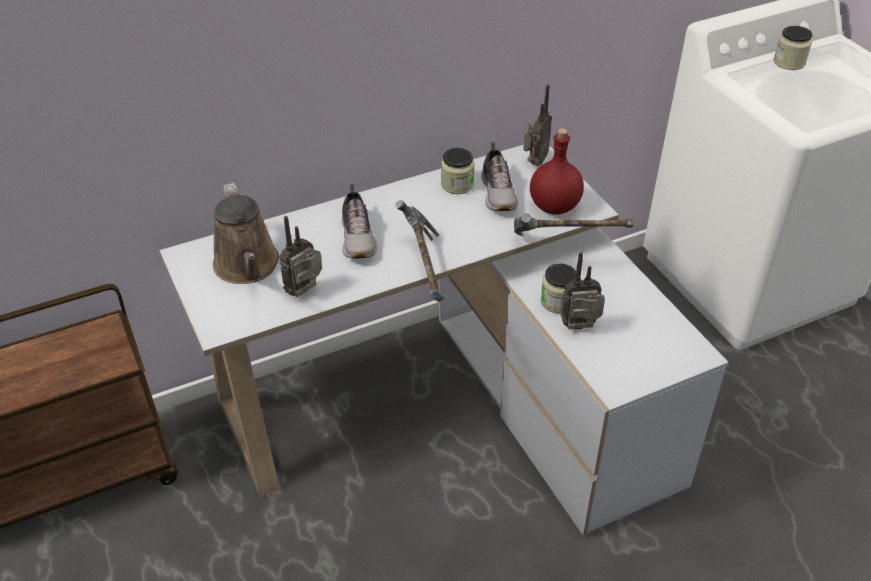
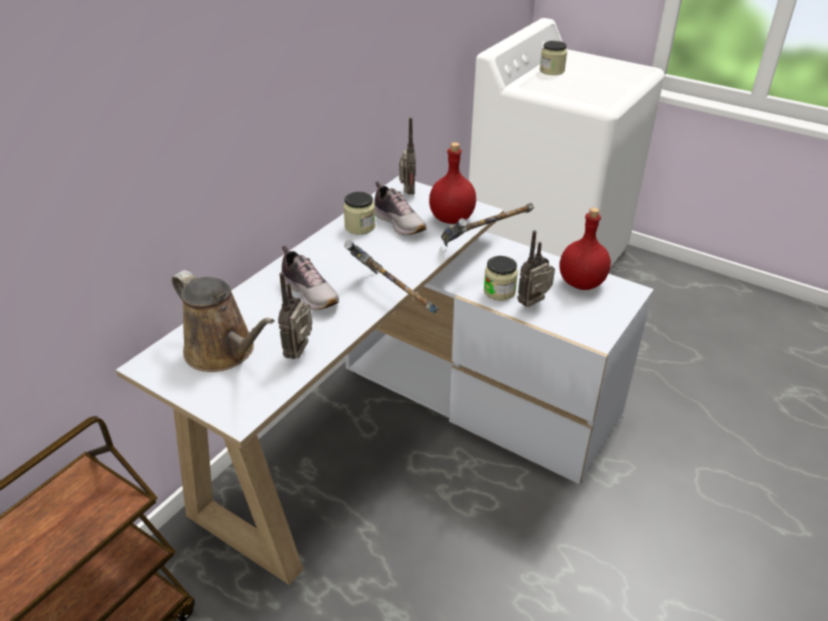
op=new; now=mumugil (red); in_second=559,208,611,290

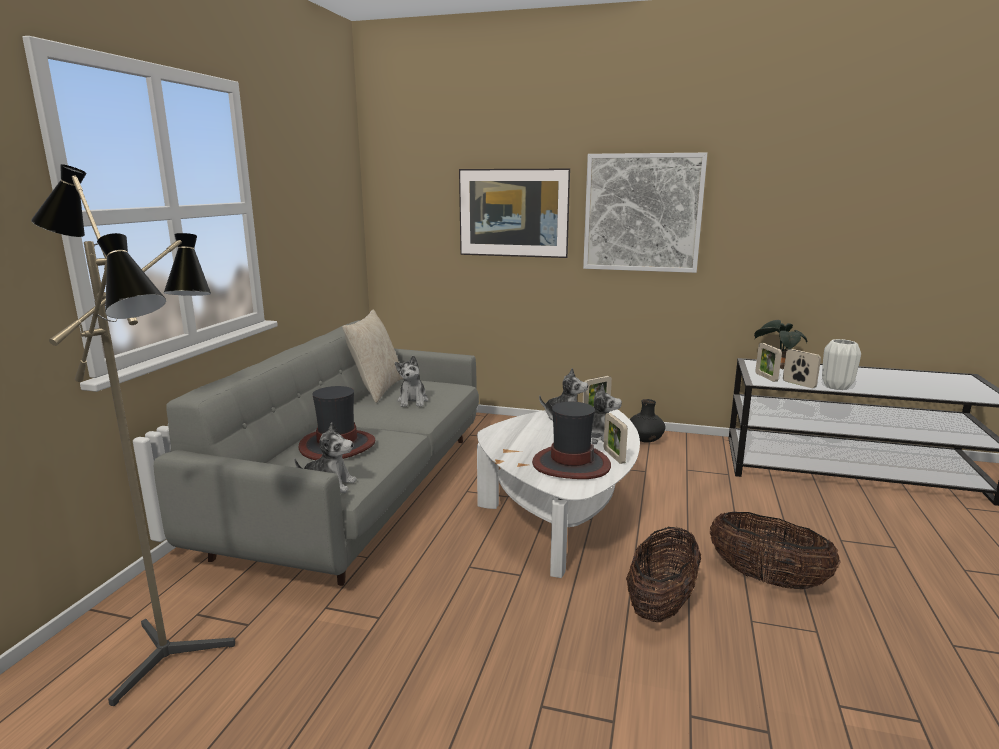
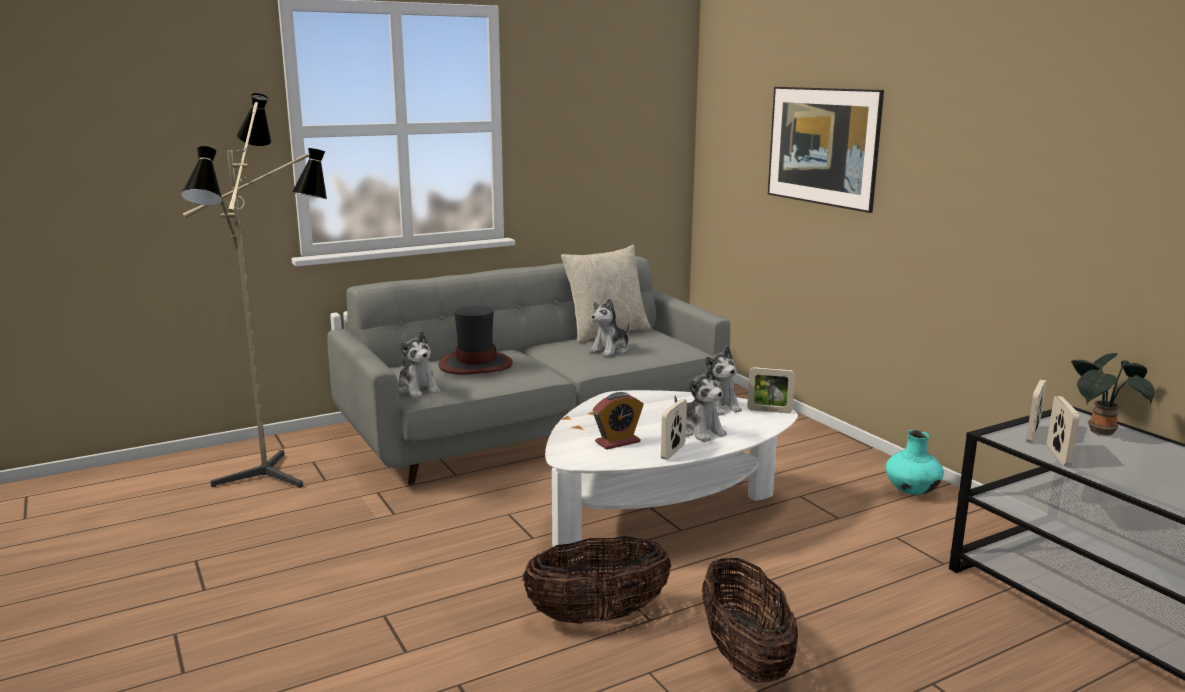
op=swapped; was=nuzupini; now=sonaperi; in_first=532,402,611,479; in_second=593,392,643,450
op=gone; was=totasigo; in_first=583,153,707,273
op=repainted; was=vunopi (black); now=vunopi (turquoise); in_first=630,399,666,443; in_second=886,430,944,495
op=gone; was=vunopi (white); in_first=822,339,861,390

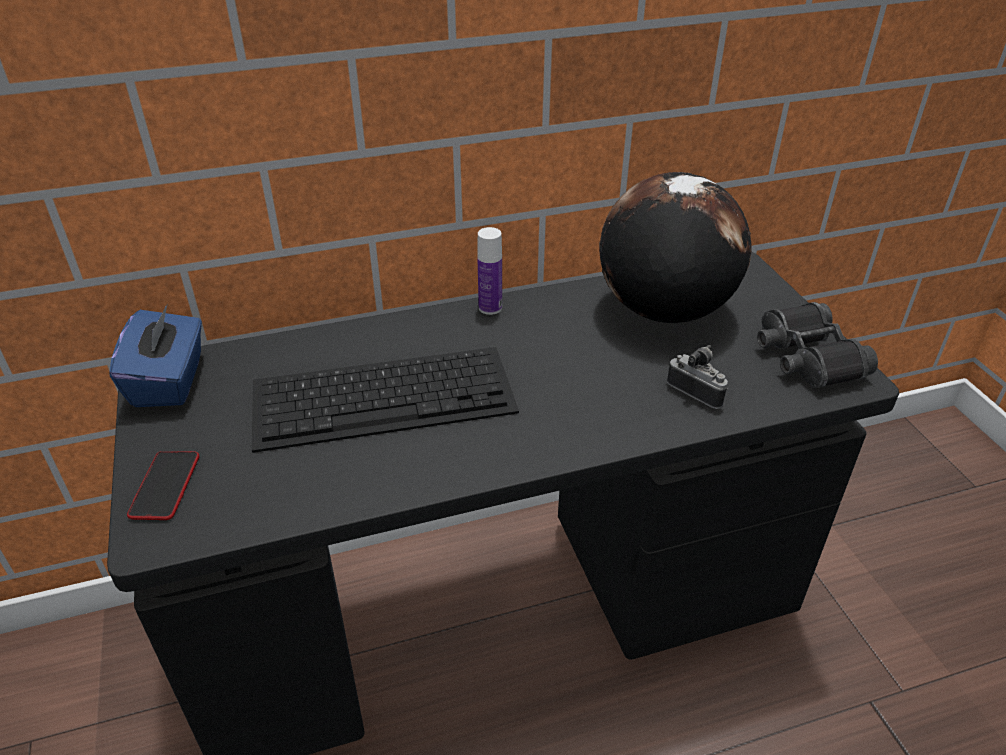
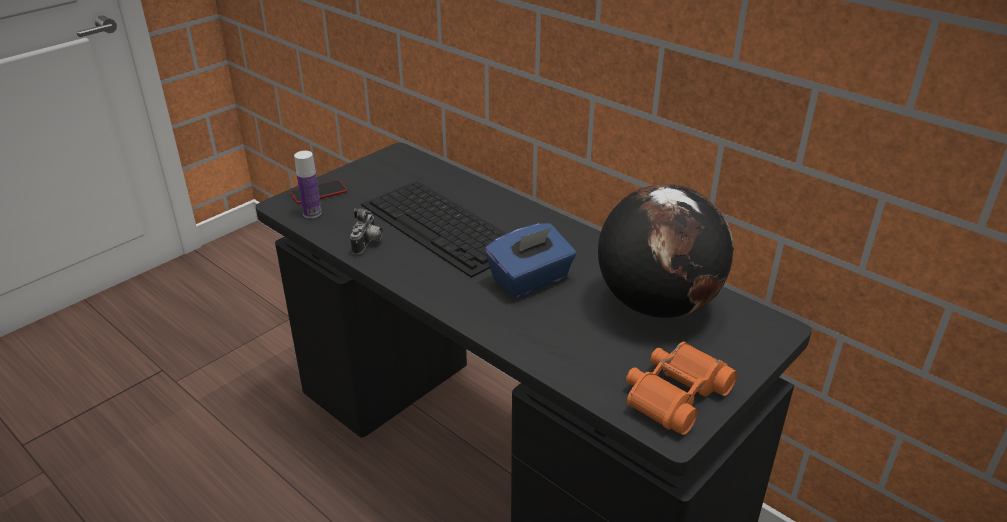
op=shifted; was=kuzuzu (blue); in_first=110,305,202,407; in_second=485,223,576,297
op=shifted; was=mumugil; in_first=477,227,502,315; in_second=294,151,322,218
op=shifted; was=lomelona; in_first=667,345,729,409; in_second=350,208,383,255
op=repainted; was=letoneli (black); now=letoneli (orange); in_first=757,302,878,388; in_second=626,342,737,435

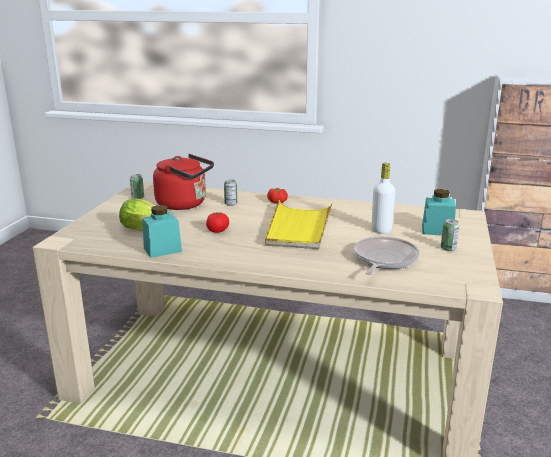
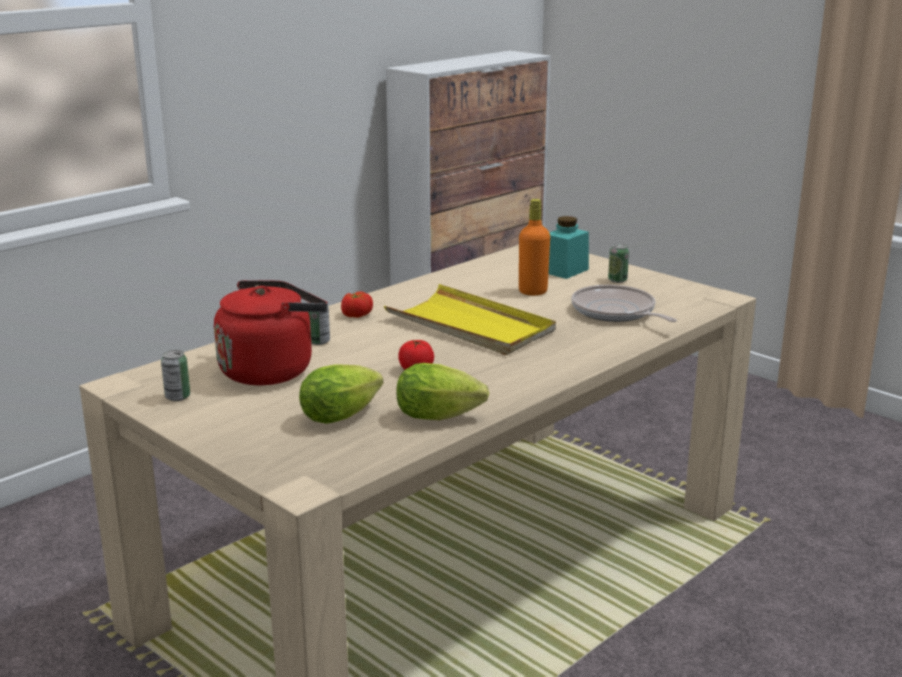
op=swapped; was=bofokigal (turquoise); now=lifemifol; in_first=142,205,182,258; in_second=396,363,489,420
op=repainted; was=mumugil (white); now=mumugil (orange); in_first=371,163,395,234; in_second=519,199,550,295

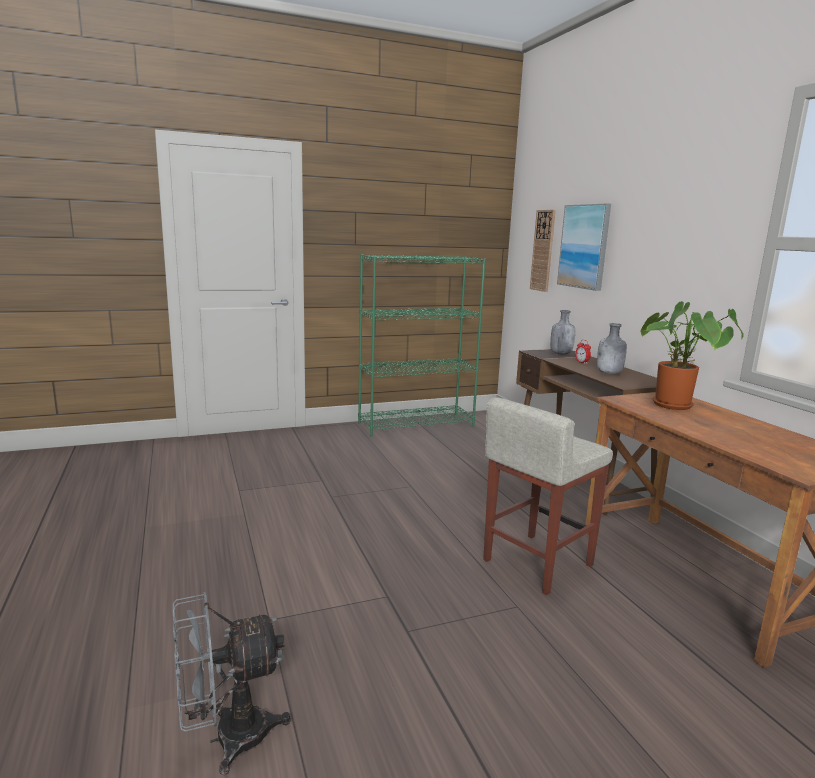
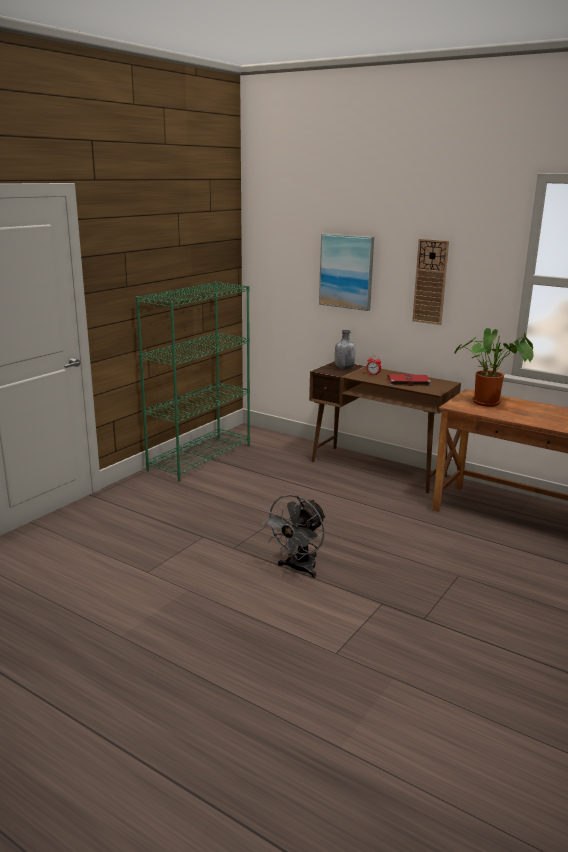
op=shifted; was=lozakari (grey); in_first=172,592,291,775; in_second=262,495,326,578
op=gone; was=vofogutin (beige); in_first=483,398,613,595
op=shifted; was=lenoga; in_first=530,210,556,292; in_second=412,239,449,325
op=swapped; was=mumugil (grey); now=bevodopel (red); in_first=597,323,627,374; in_second=387,374,431,386

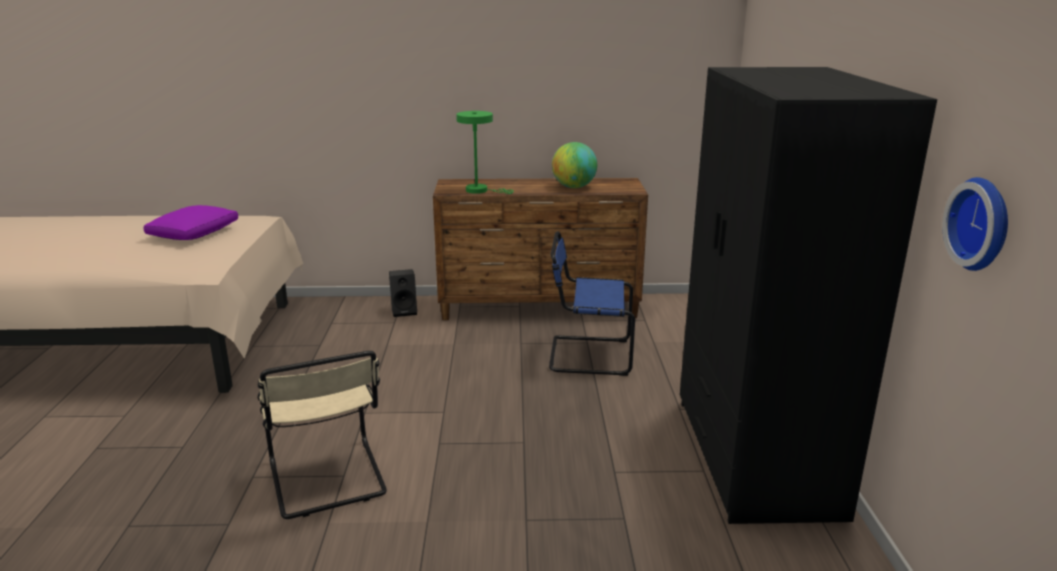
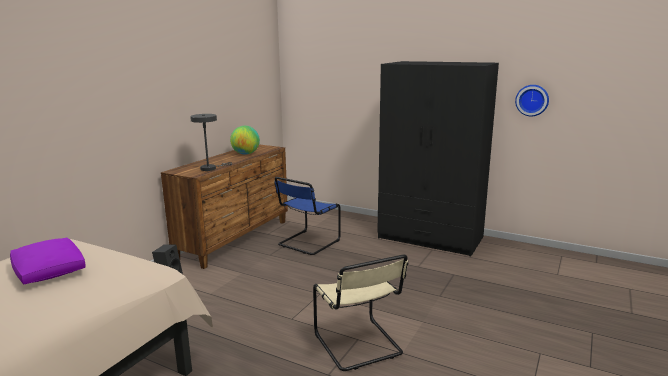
op=rotated; was=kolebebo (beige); in_first=257,351,387,519; in_second=313,255,408,371; clockwise=60
op=repainted; was=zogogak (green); now=zogogak (grey); in_first=456,111,514,194; in_second=190,114,232,171

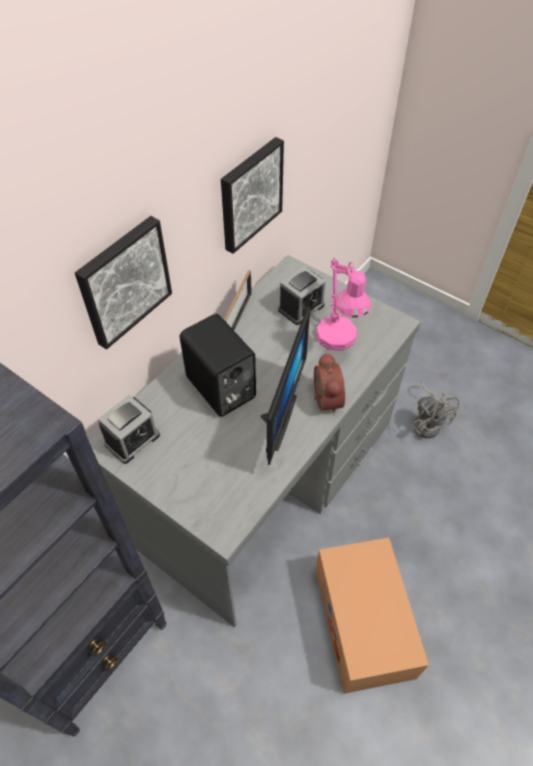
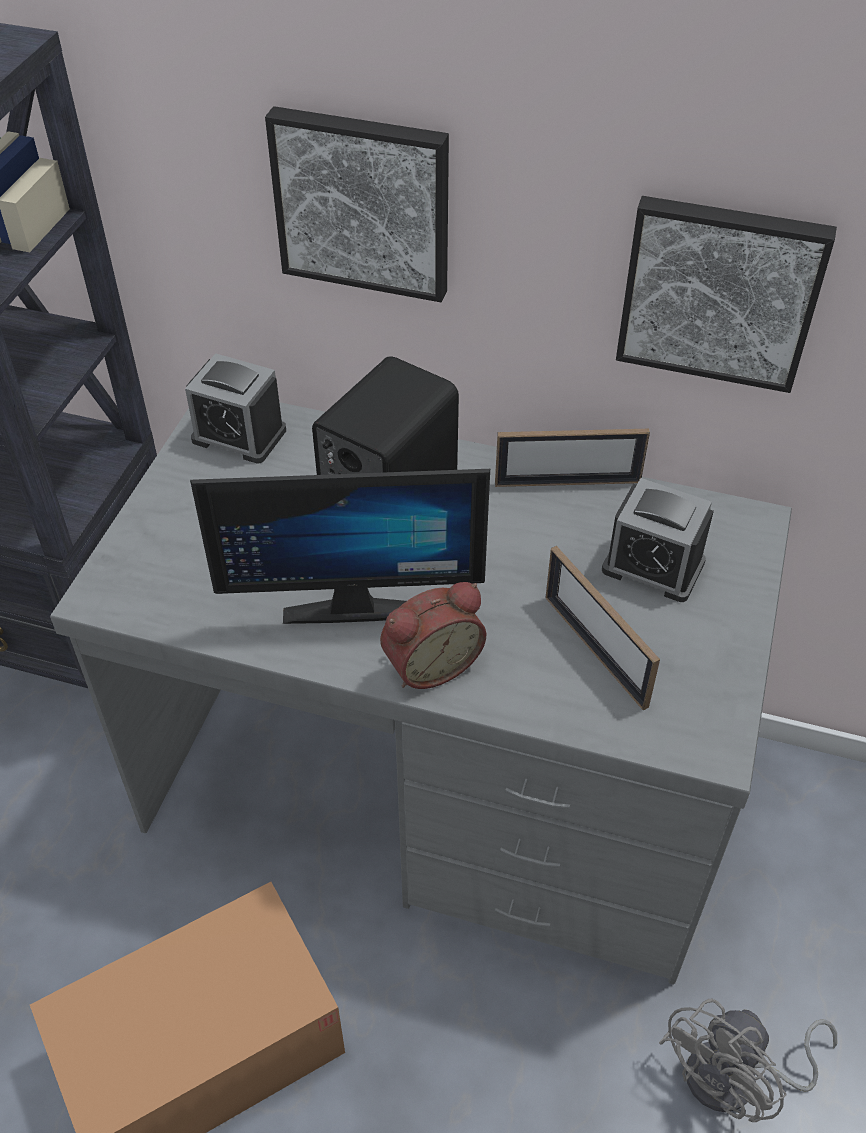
op=swapped; was=zogogak (pink); now=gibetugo; in_first=316,258,371,350; in_second=546,546,660,711

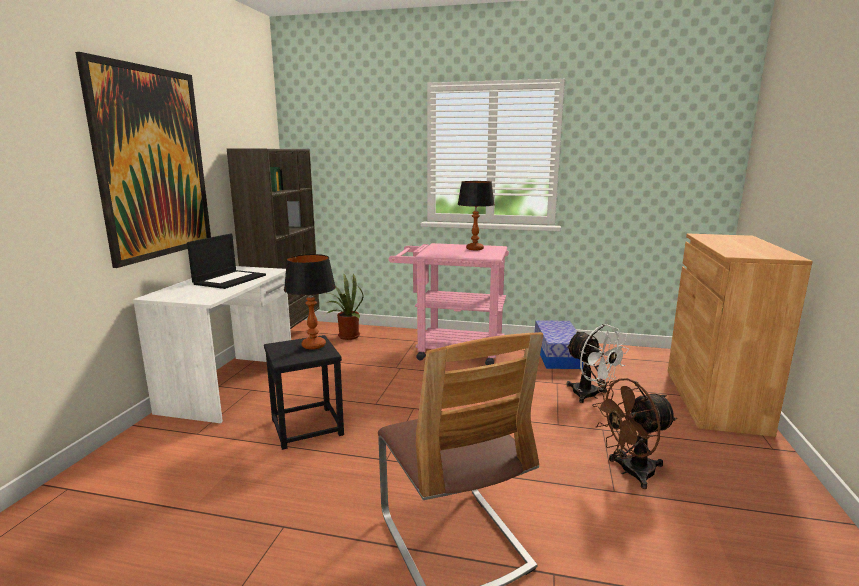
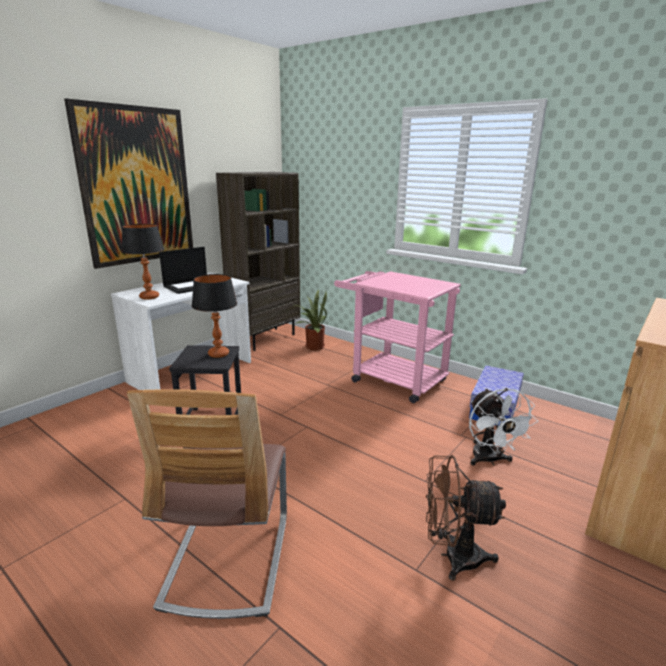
op=shifted; was=zogogak; in_first=457,181,495,250; in_second=121,224,164,300

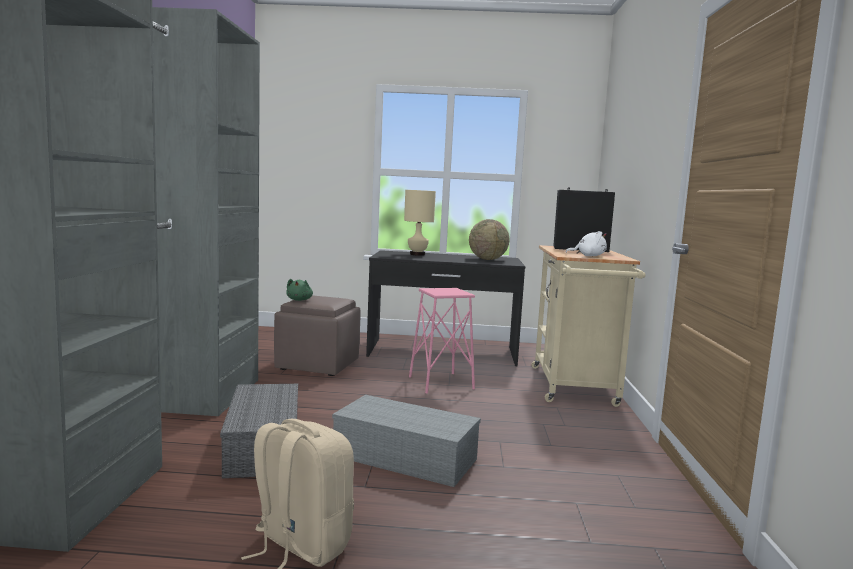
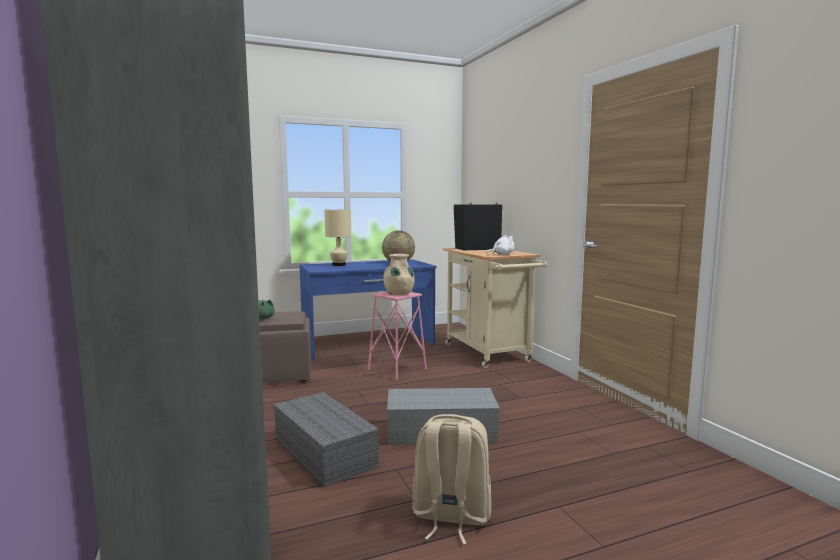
op=repainted; was=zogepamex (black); now=zogepamex (blue); in_first=366,250,525,366; in_second=300,259,436,360
op=new; now=vunopi (beige); in_second=383,254,415,295

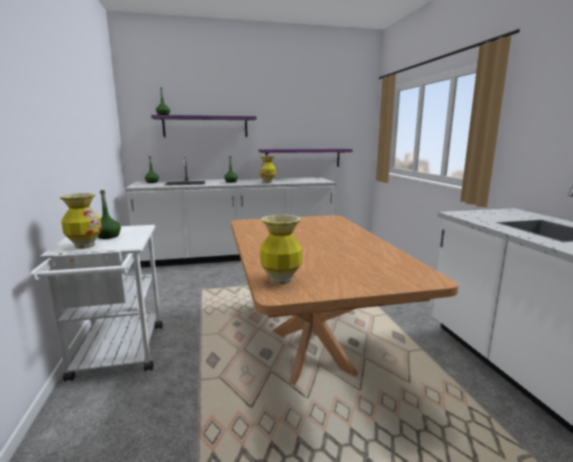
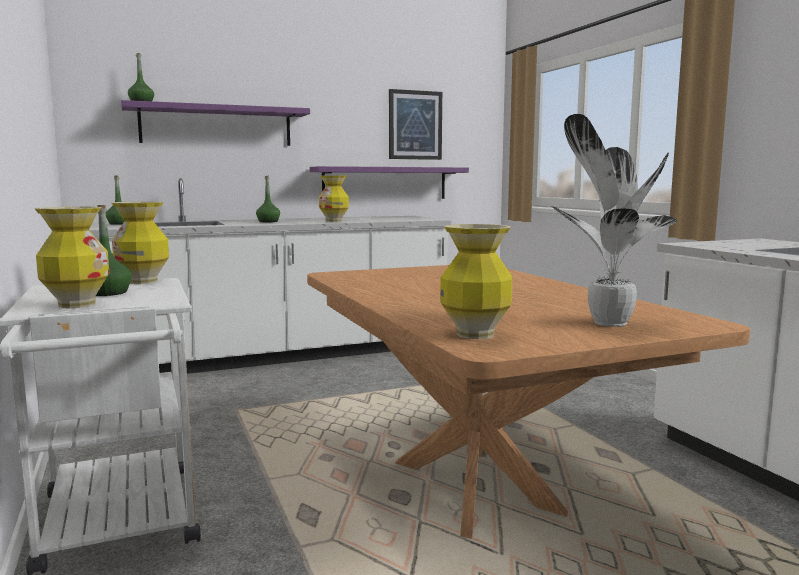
op=new; now=vunopi; in_second=112,202,169,284
op=new; now=totasigo; in_second=389,89,442,160
op=new; now=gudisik; in_second=551,114,677,327

